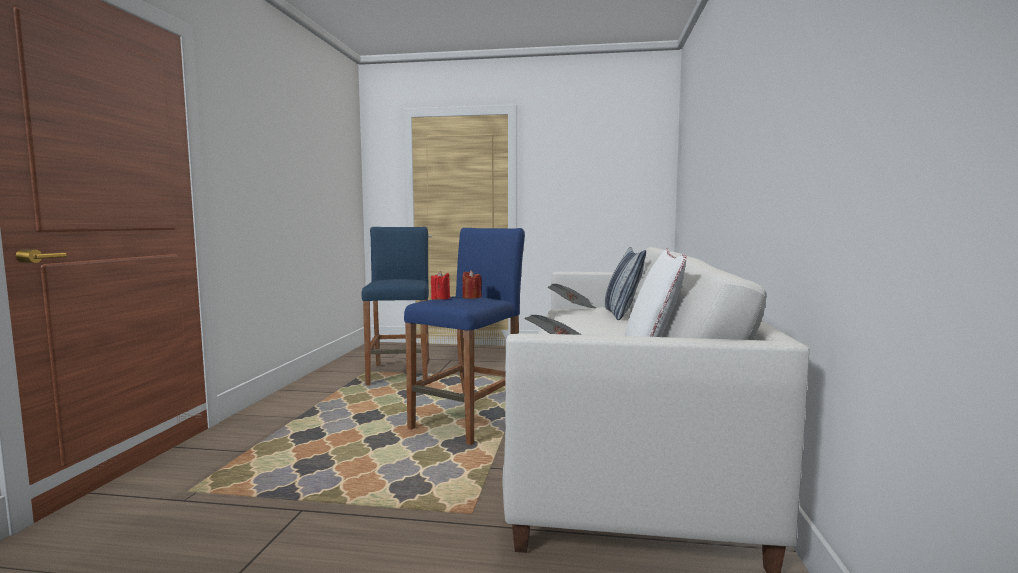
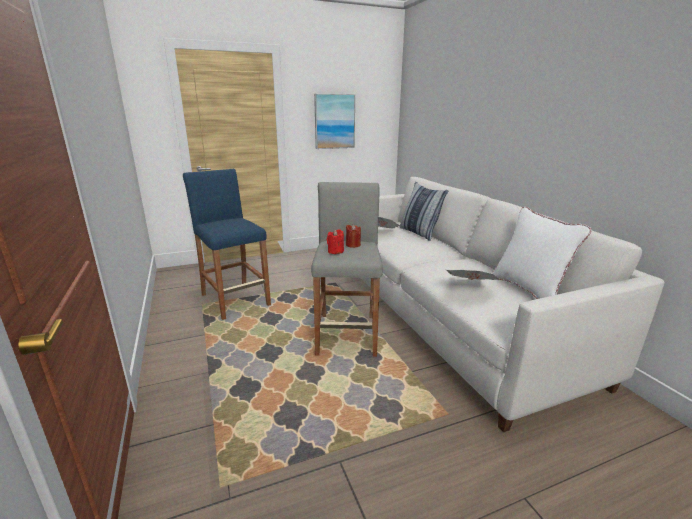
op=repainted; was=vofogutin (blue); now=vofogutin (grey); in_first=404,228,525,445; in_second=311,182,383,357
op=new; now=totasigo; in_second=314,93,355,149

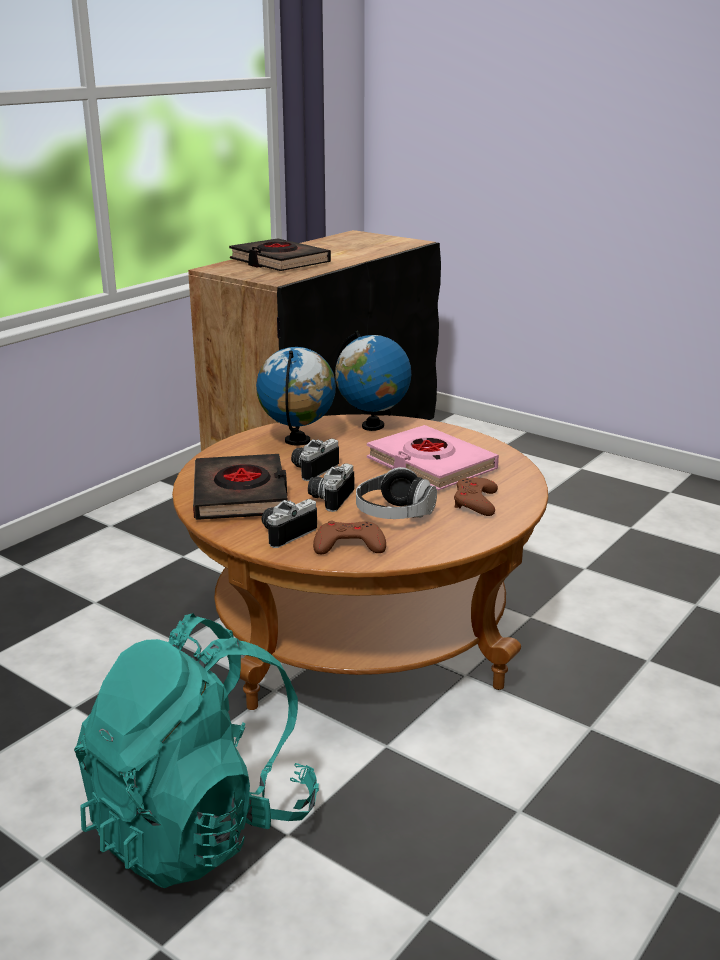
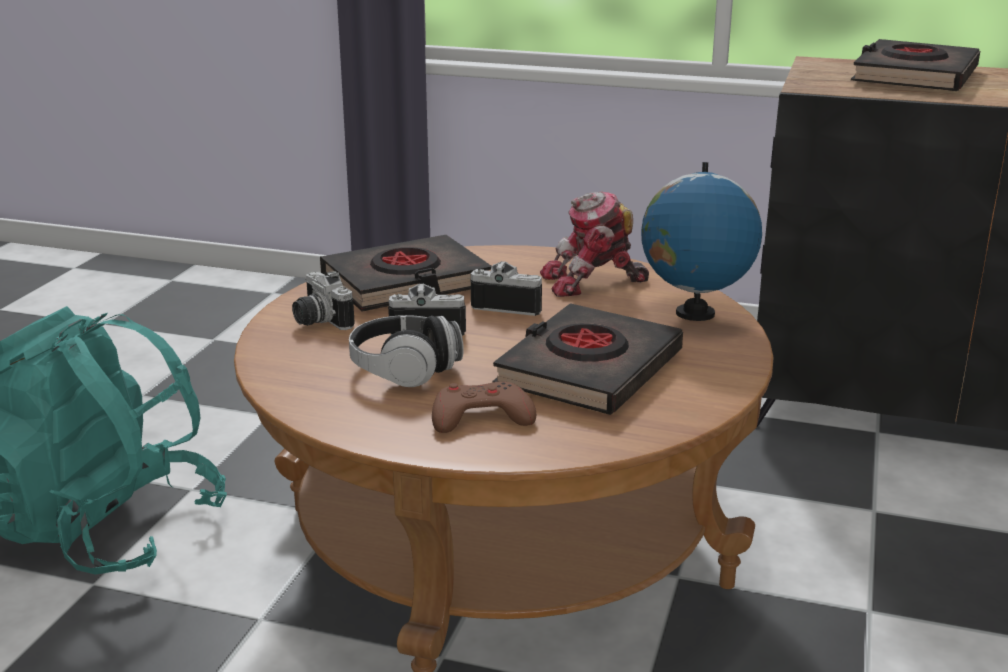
op=swapped; was=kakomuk; now=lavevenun; in_first=256,347,336,446; in_second=540,191,649,297
op=rotated; was=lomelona; in_first=262,499,317,548; in_second=292,271,355,330; clockwise=-150
op=gone; was=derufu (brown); in_first=313,521,386,554
op=repainted; was=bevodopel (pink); now=bevodopel (black); in_first=367,425,499,491; in_second=492,303,683,415

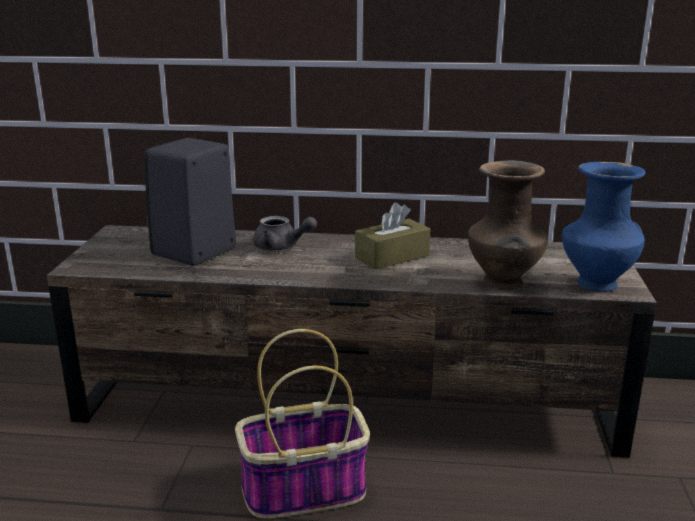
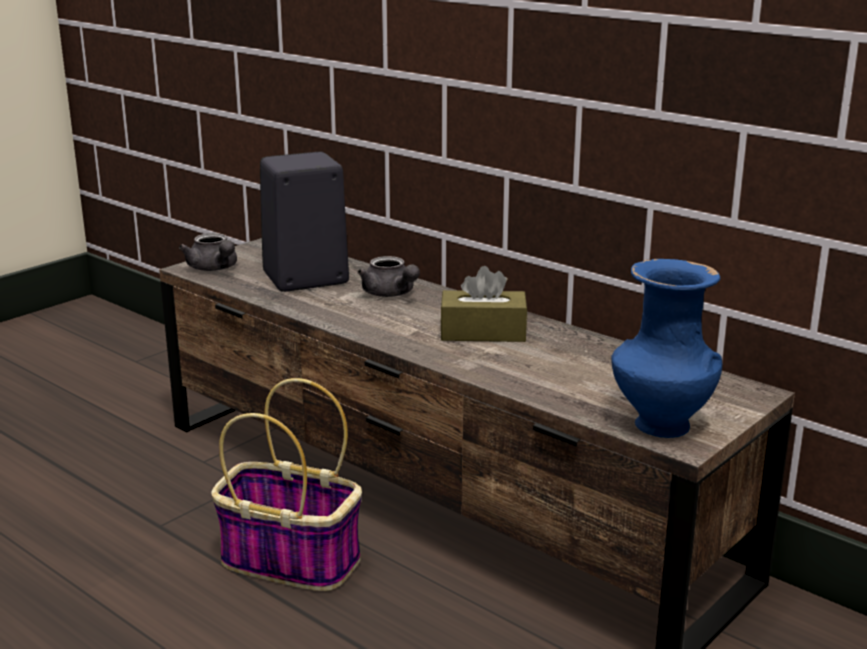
op=gone; was=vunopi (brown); in_first=468,160,548,290
op=new; now=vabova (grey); in_second=179,233,237,271

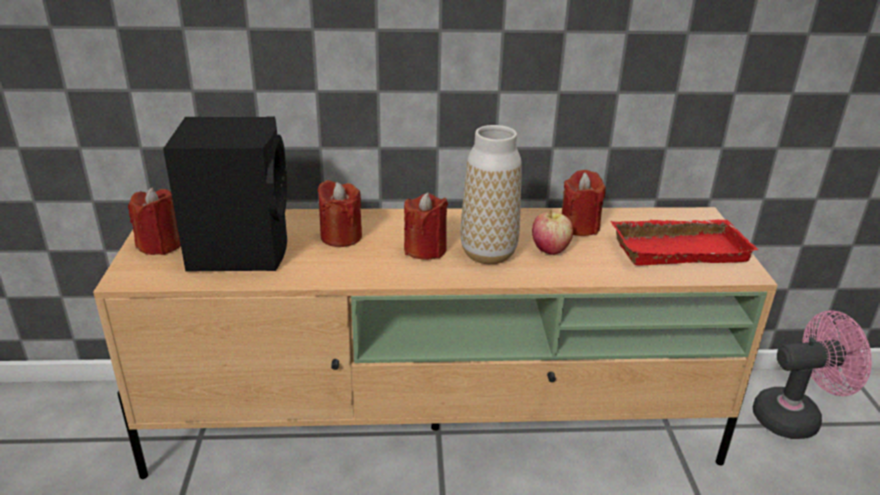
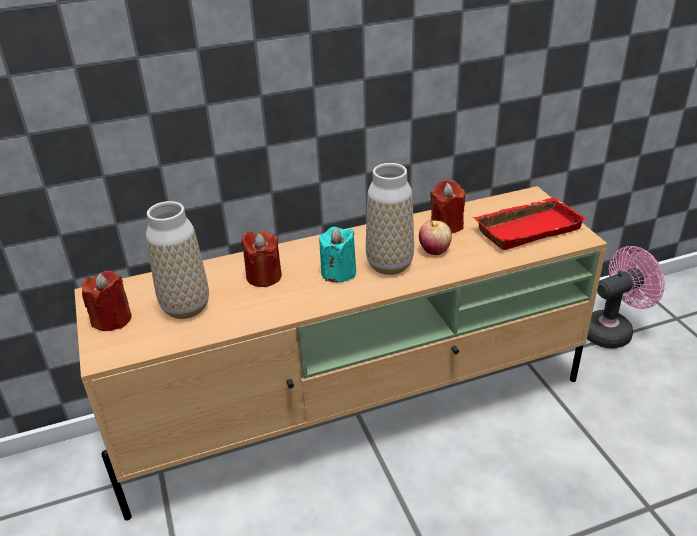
op=swapped; was=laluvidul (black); now=vunopi; in_first=163,116,287,271; in_second=146,201,209,319
op=repainted; was=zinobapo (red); now=zinobapo (turquoise); in_first=404,192,448,260; in_second=319,227,356,282

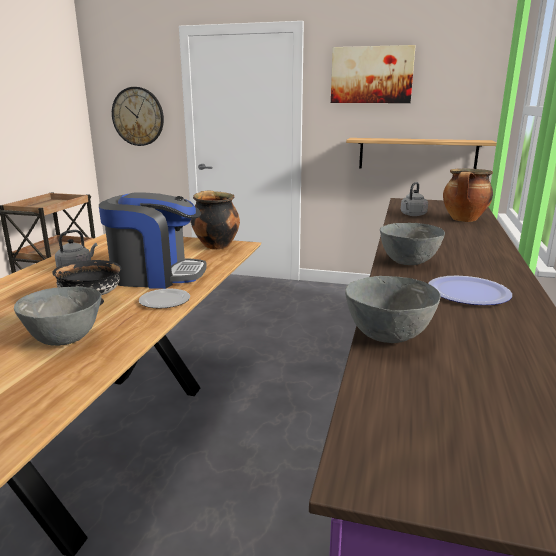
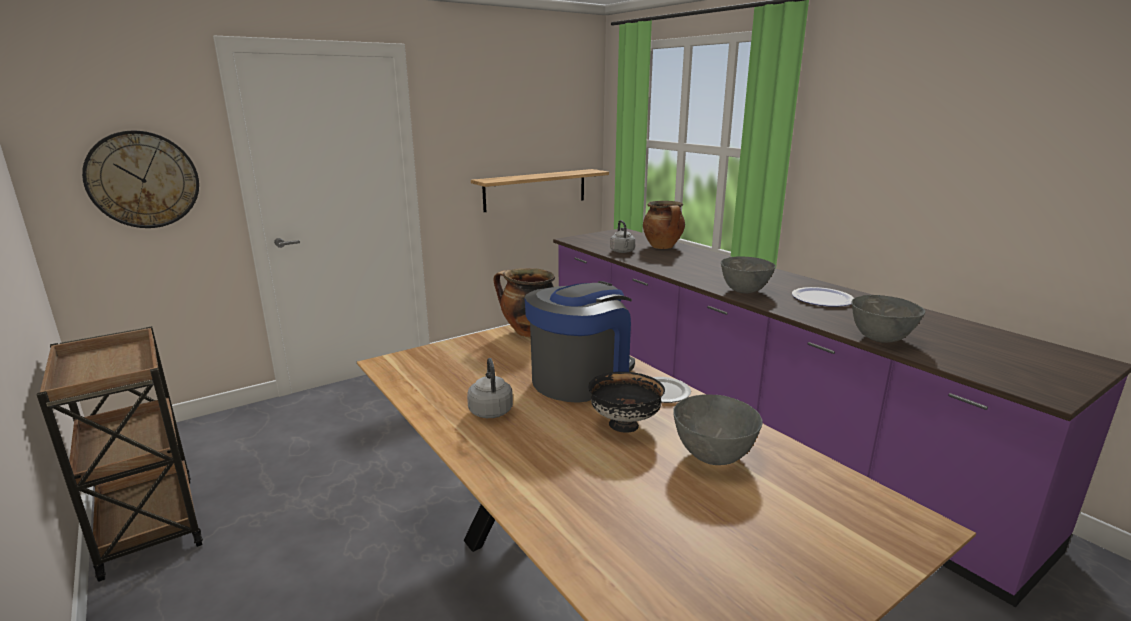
op=gone; was=totasigo; in_first=331,45,416,103

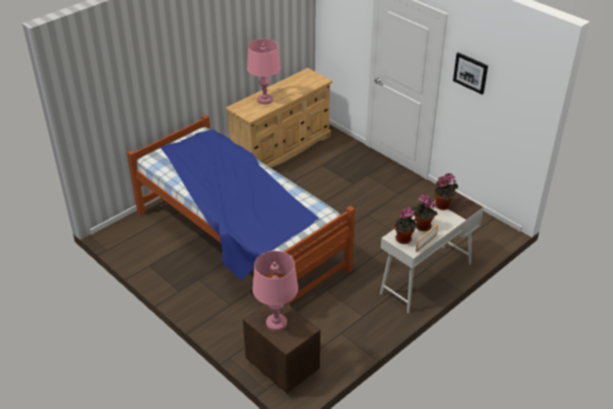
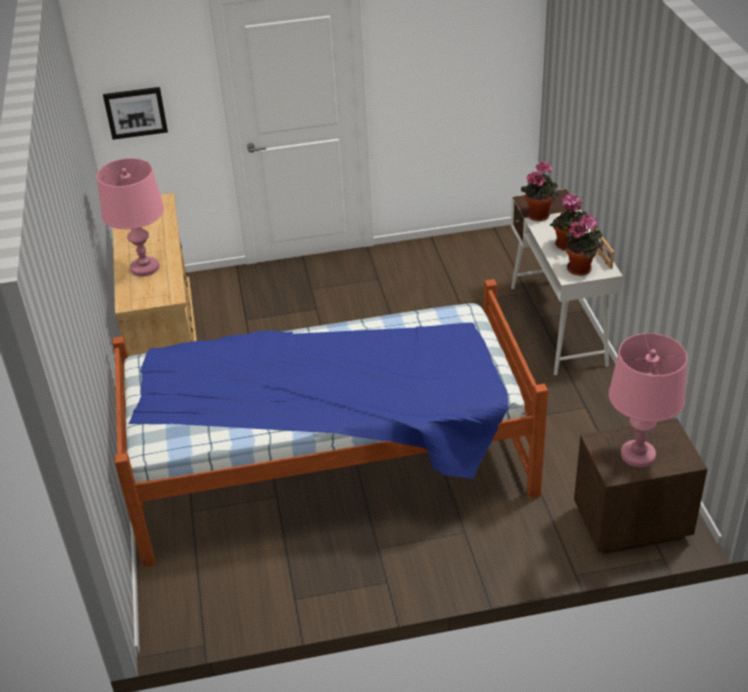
op=shifted; was=totasigo; in_first=453,52,488,94; in_second=103,87,168,140

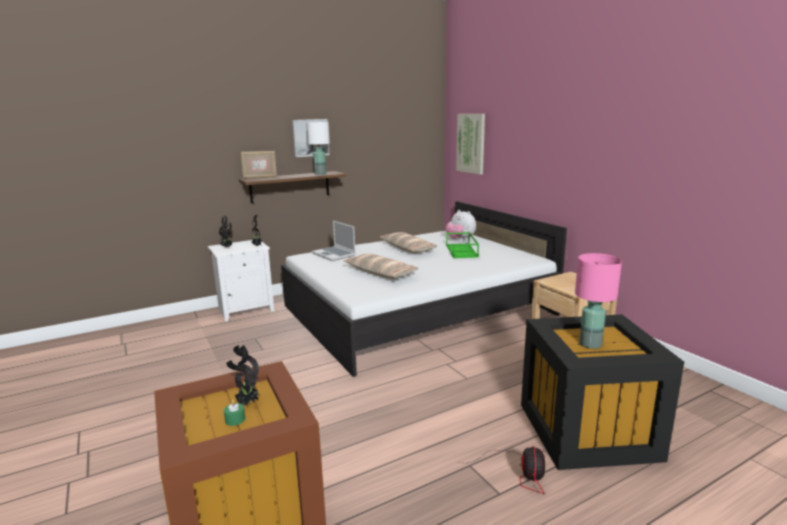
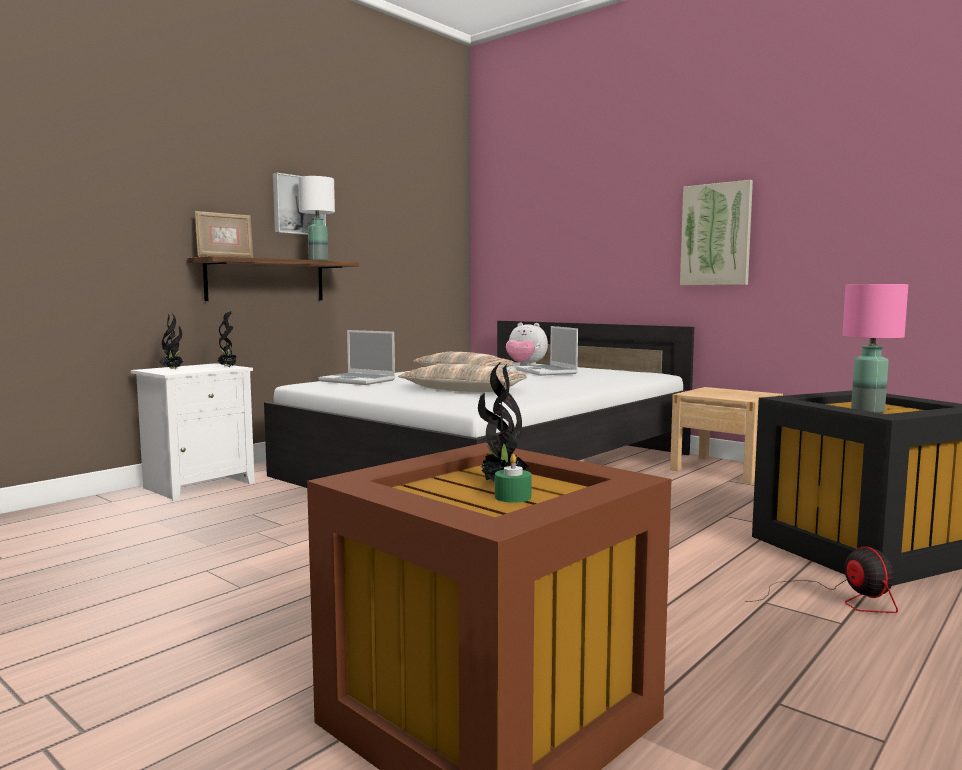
op=swapped; was=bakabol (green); now=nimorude; in_first=446,232,479,258; in_second=516,326,578,376
op=shifted; was=totasigo; in_first=456,114,485,175; in_second=680,180,753,285

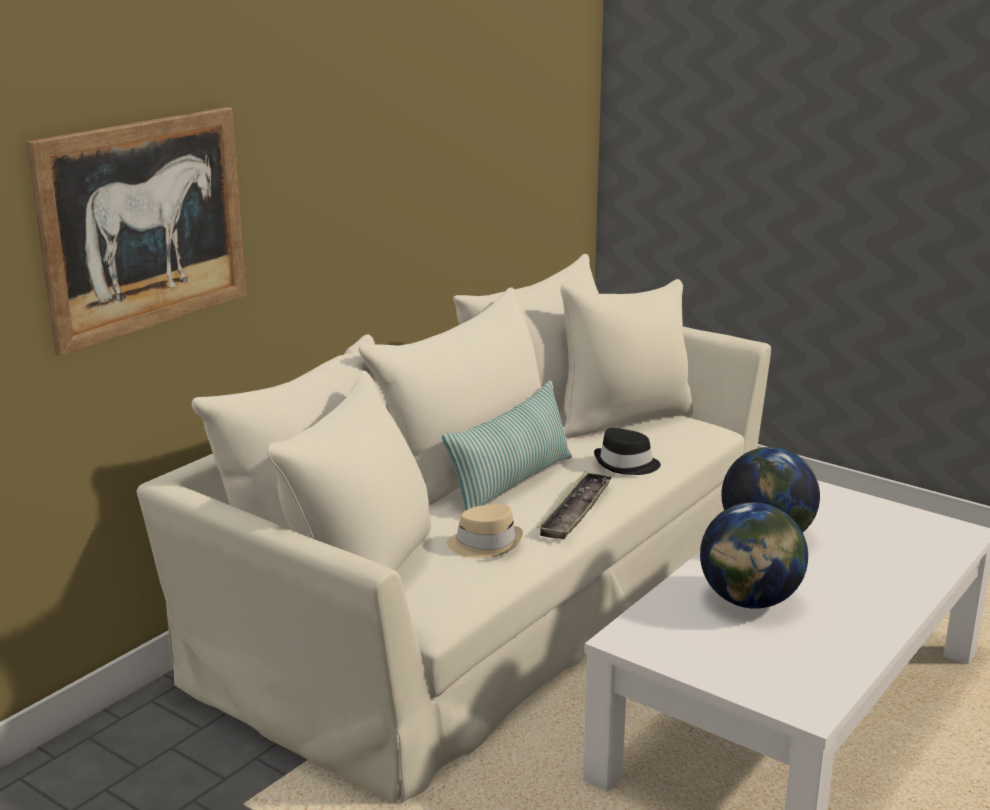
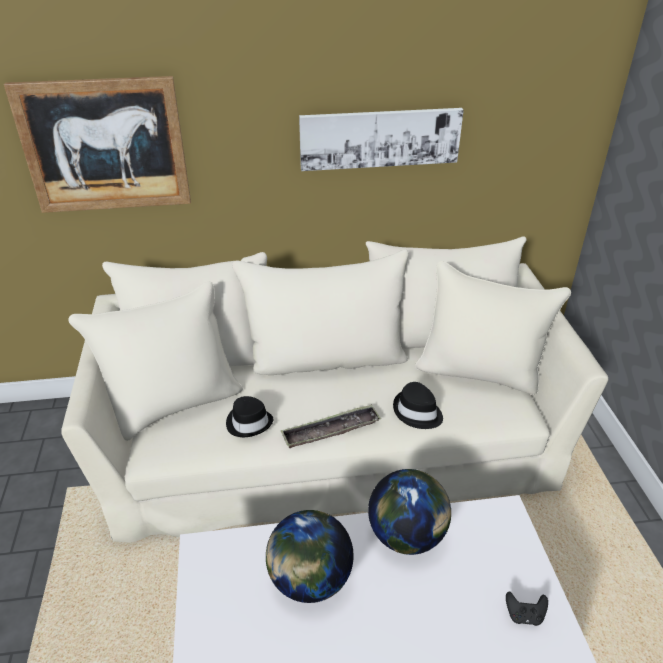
op=gone; was=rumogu; in_first=442,380,572,511
op=repainted; was=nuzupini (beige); now=nuzupini (black); in_first=447,504,523,558; in_second=226,396,274,437
op=new; now=totasigo; in_second=299,108,464,171
op=new; now=derufu (black); in_second=506,591,548,626

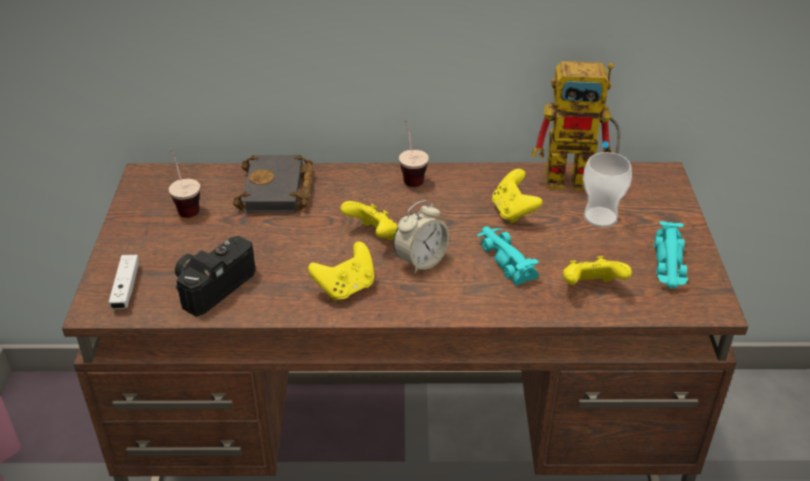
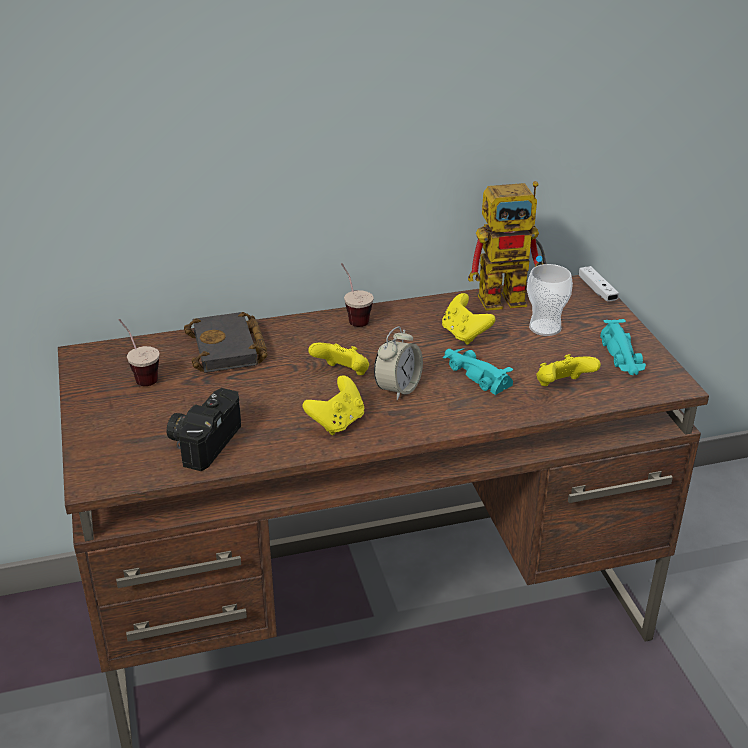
op=shifted; was=derufu (white); in_first=109,255,139,309; in_second=579,266,619,302

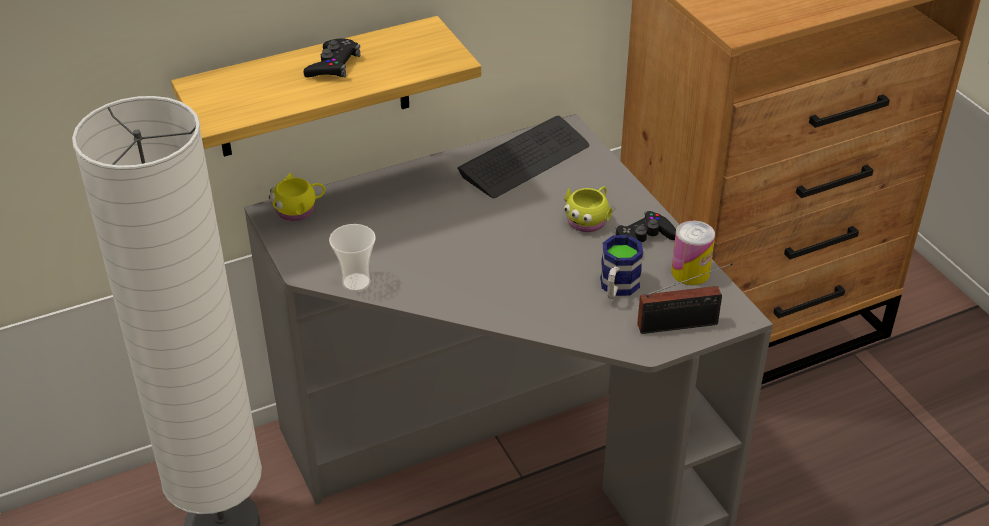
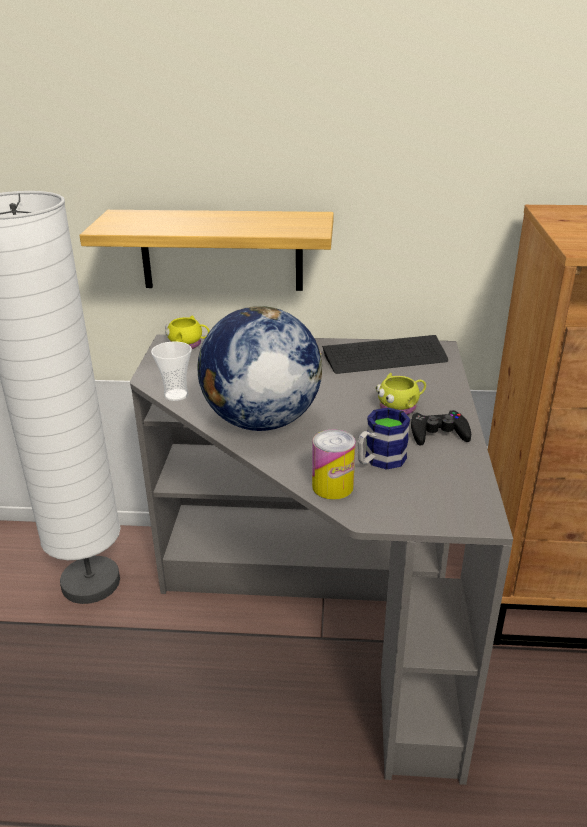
op=gone; was=derufu (black); in_first=303,38,361,78
op=gone; was=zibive; in_first=637,263,733,334
op=shifted; was=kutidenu; in_first=671,221,715,285; in_second=312,430,355,500
op=new; now=kakomuk; in_second=197,306,322,431

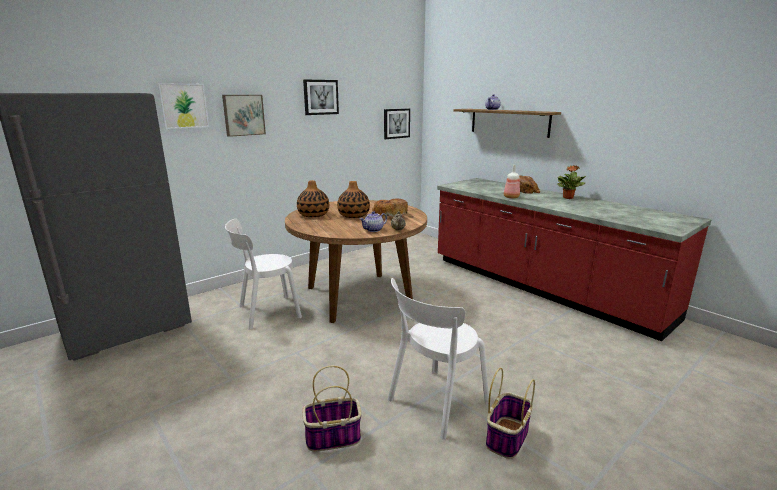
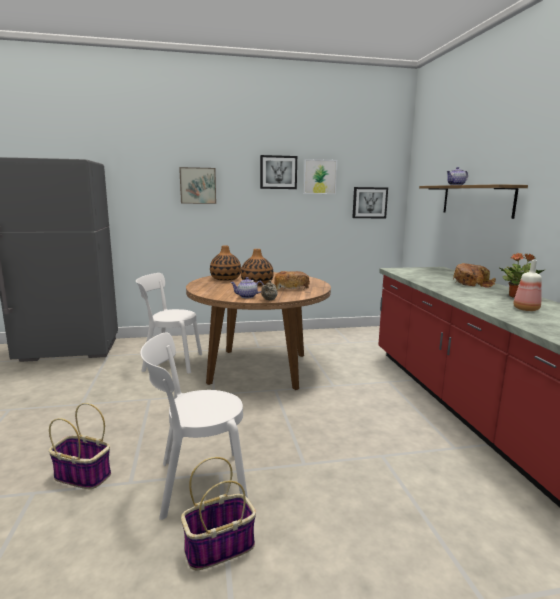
op=shifted; was=totasigo; in_first=158,83,209,129; in_second=304,159,337,194
op=shifted; was=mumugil; in_first=504,165,520,198; in_second=513,260,542,311

